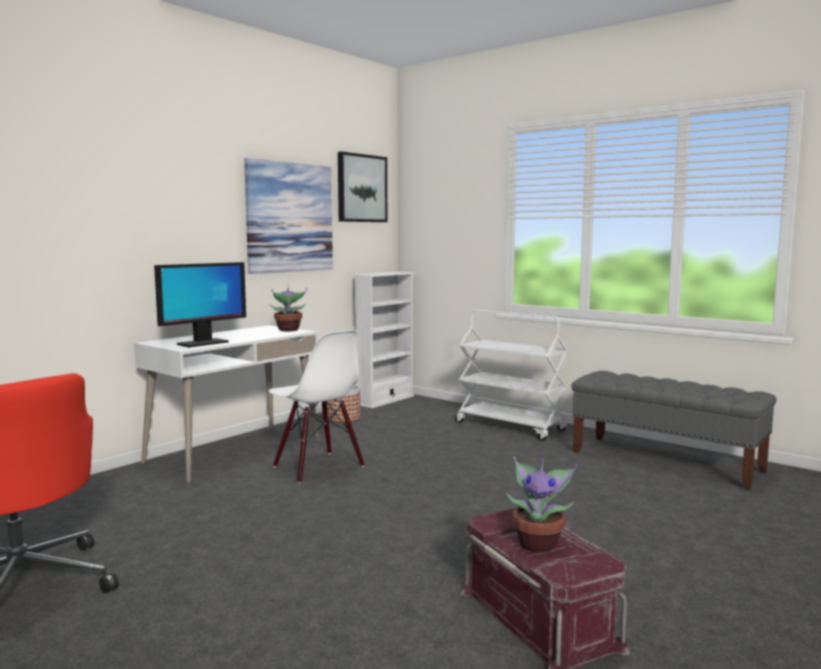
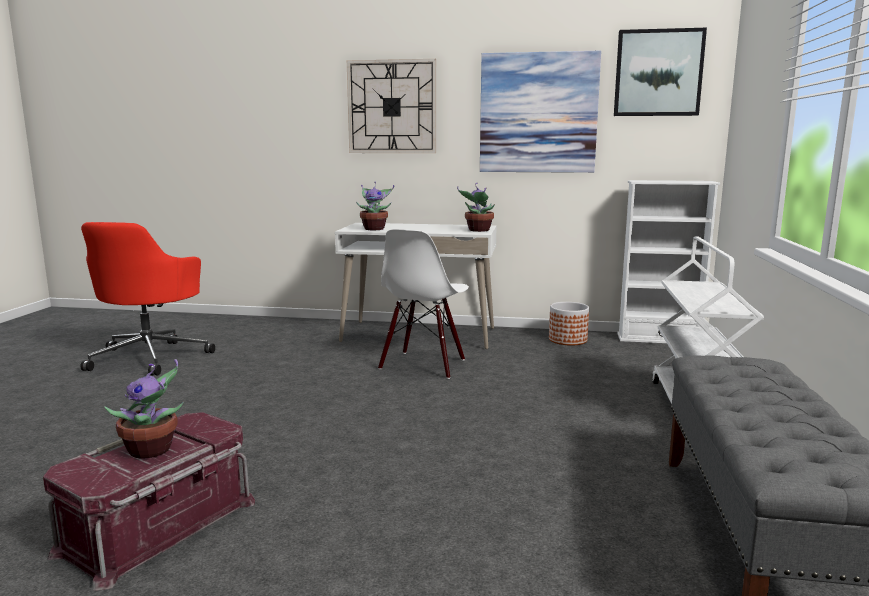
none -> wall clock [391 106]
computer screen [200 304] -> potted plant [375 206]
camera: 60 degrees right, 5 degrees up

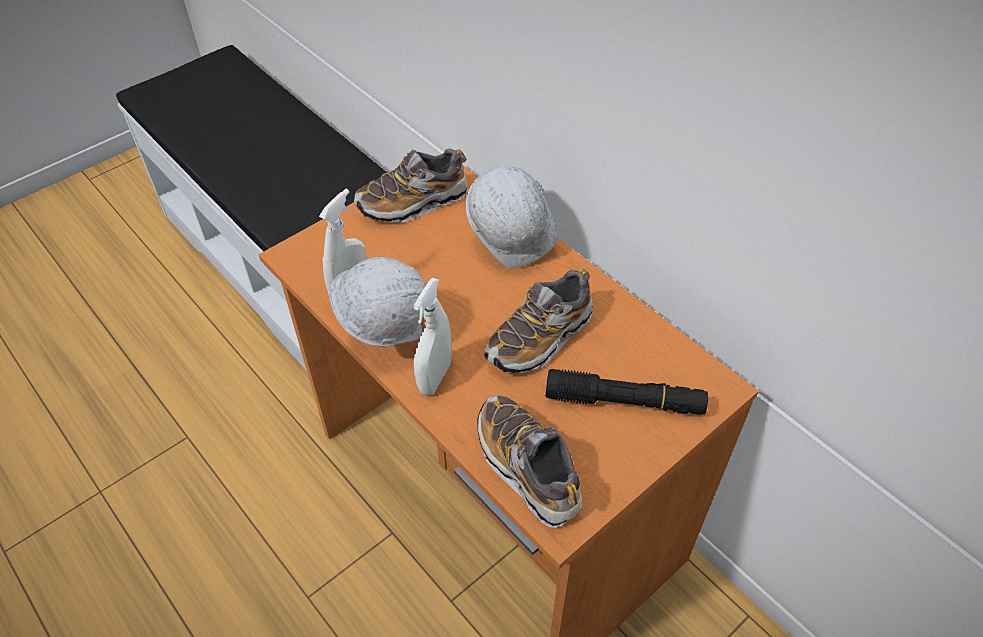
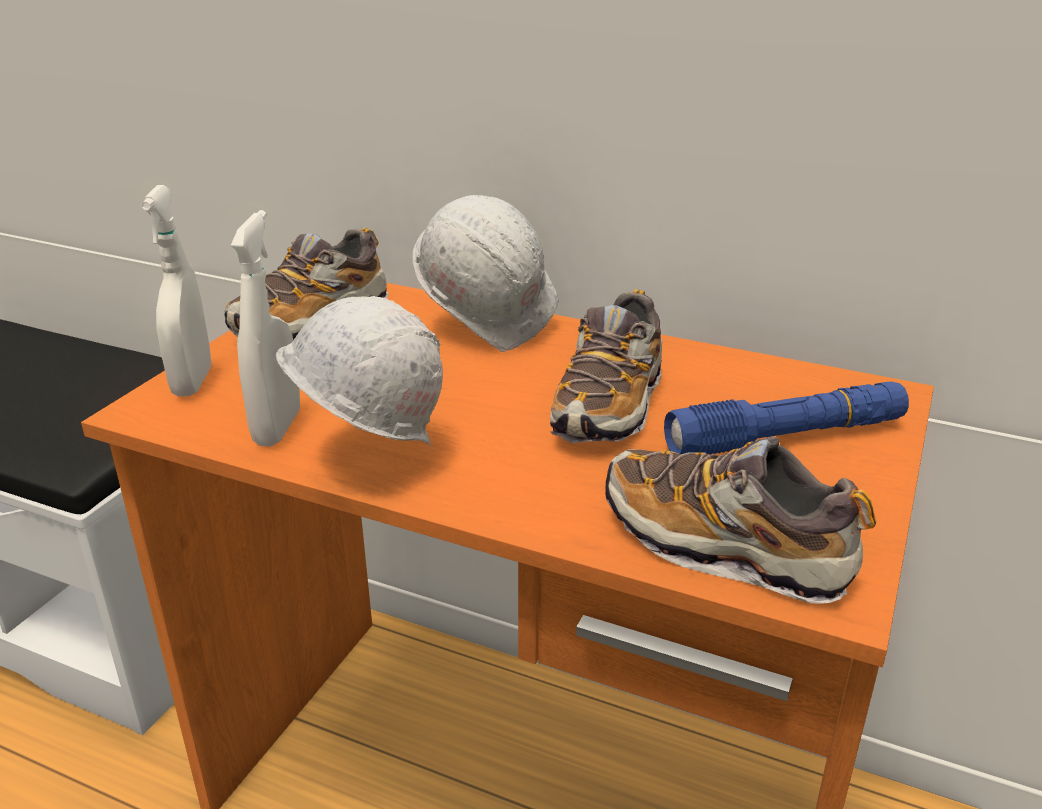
whitish hand sprayer [432 336] -> whitish hand sprayer [176 291], shifted
black-coloured flashlight [626 392] -> blue-coloured flashlight [786 418]
camera: 25 degrees left, 20 degrees down

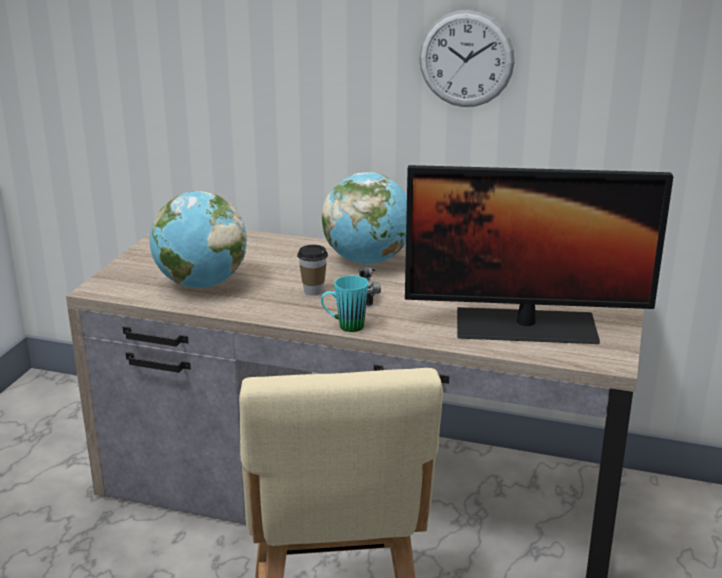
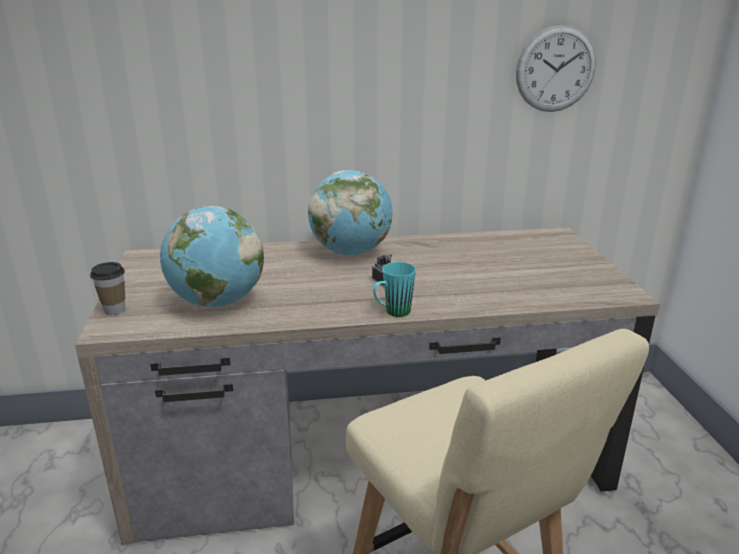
computer screen [539 254] -> none
small cup [312 270] -> small cup [107 288], shifted
wall clock [467 58] -> wall clock [556 68], shifted
camera: 25 degrees left, 0 degrees up

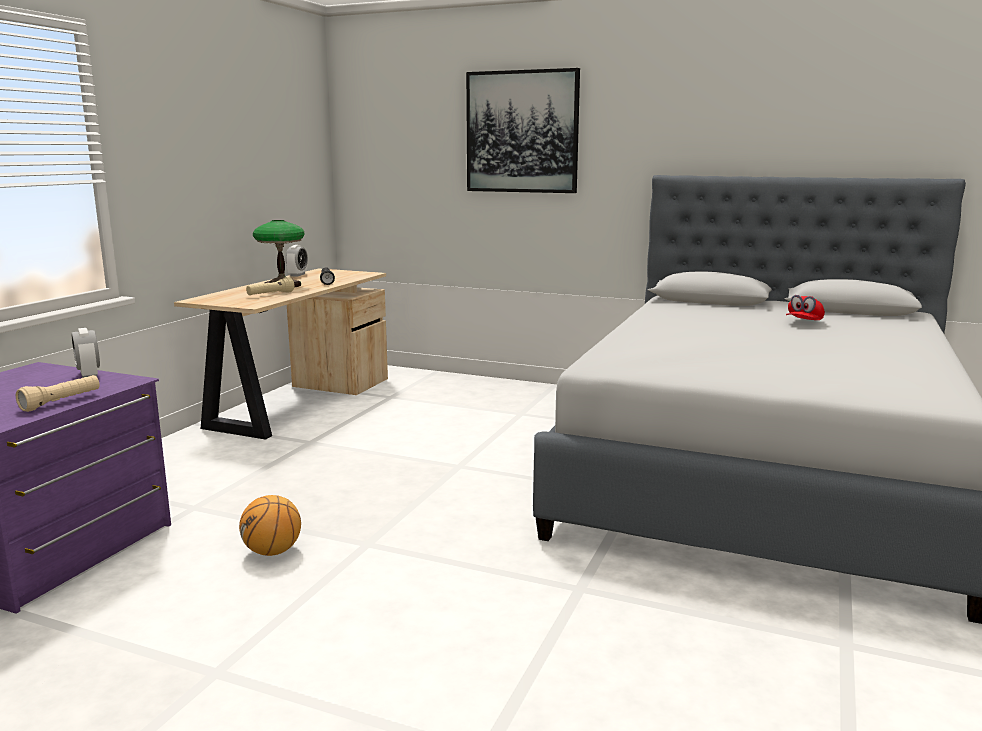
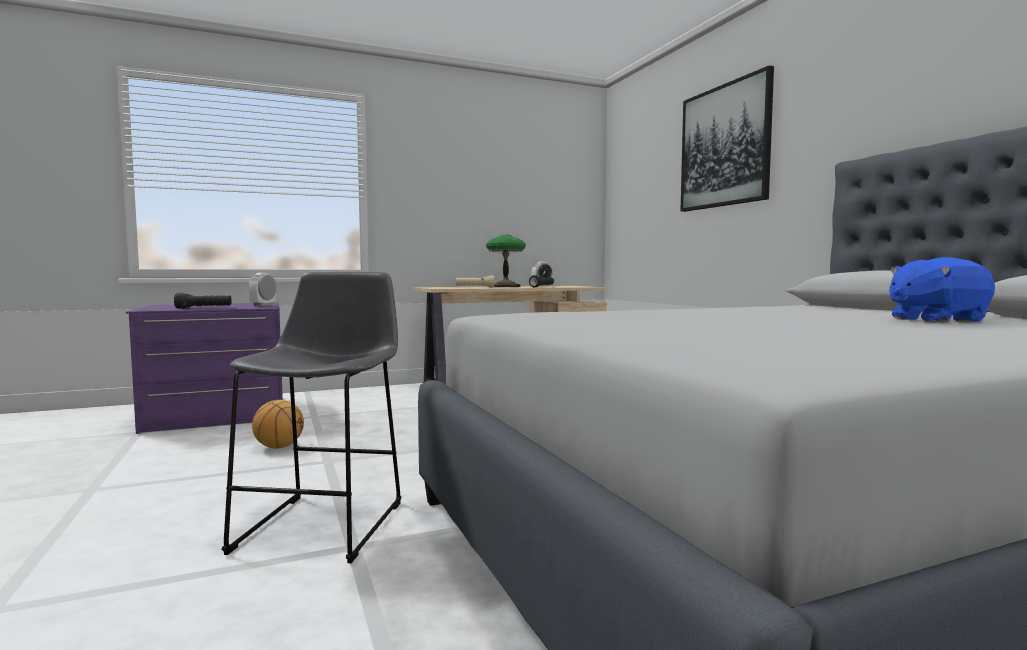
none -> greyish stool seat [311 417]
reddish cap [805 307] -> blue-coloured cuddly toy [942 290]
sand-coloured flashlight [58 393] -> black-coloured flashlight [203 301]
camera: 45 degrees right, 10 degrees down

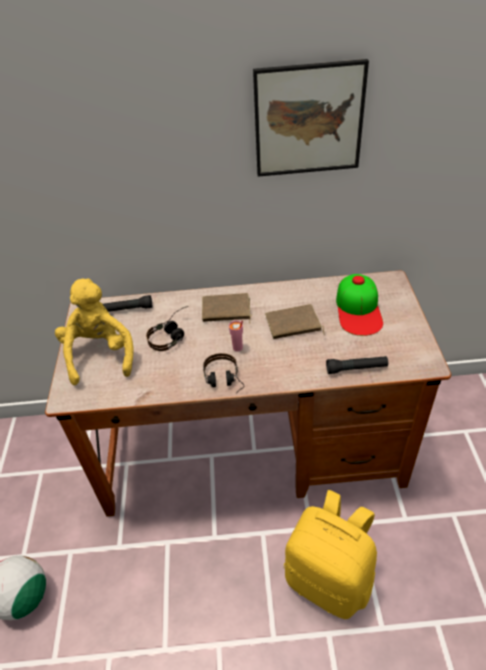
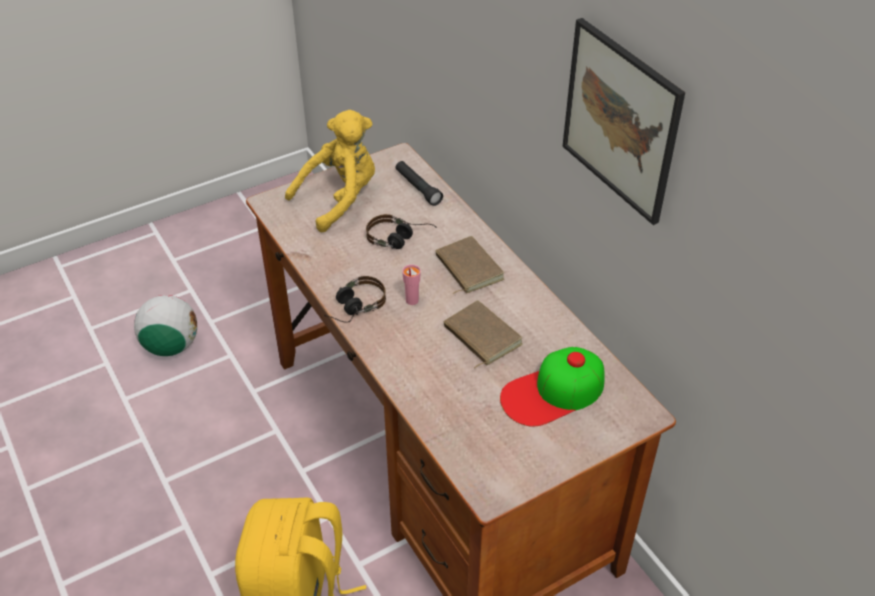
black-coloured flashlight [357 365] -> none
camera: 60 degrees right, 0 degrees up

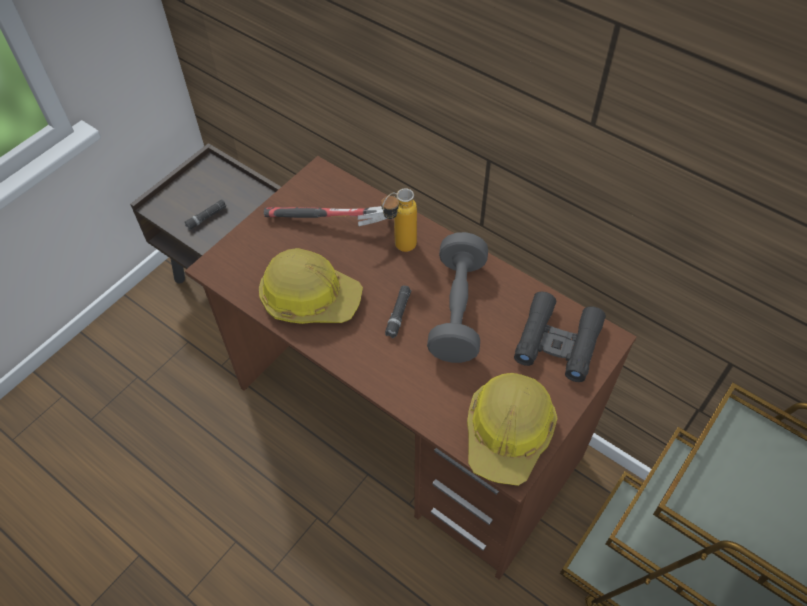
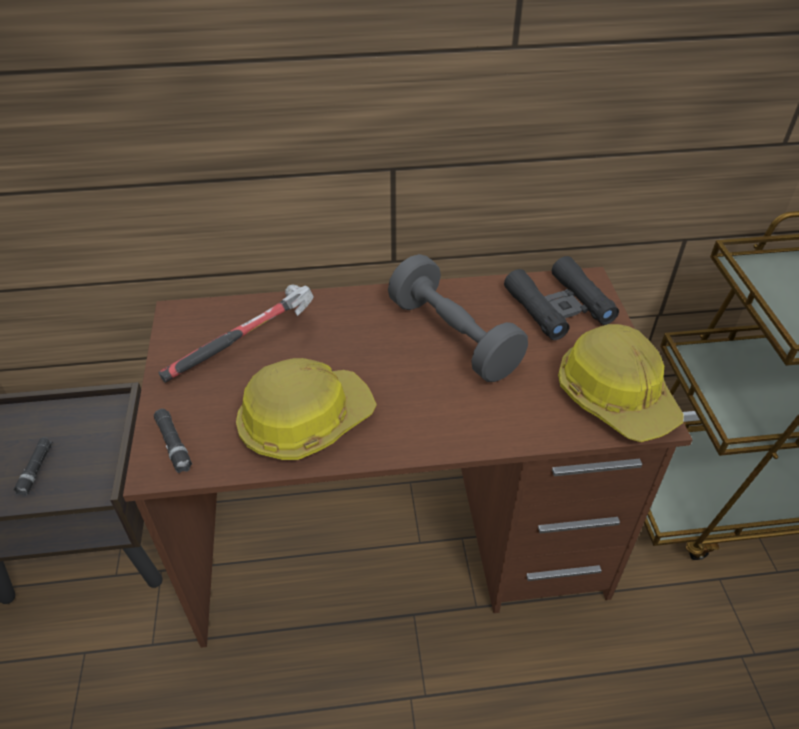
beverage bottle [399 220] -> none
black-coloured flashlight [398 312] -> black-coloured flashlight [173 441], shifted
camera: 45 degrees left, 10 degrees down

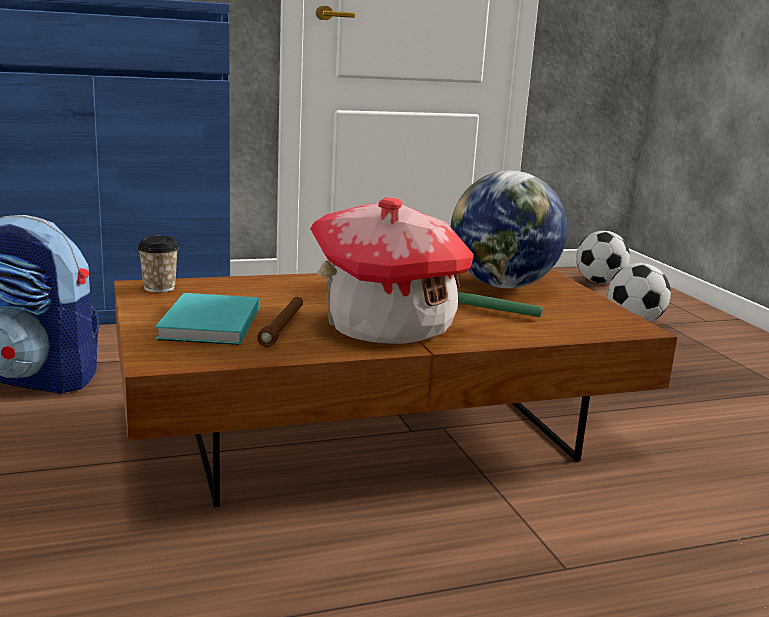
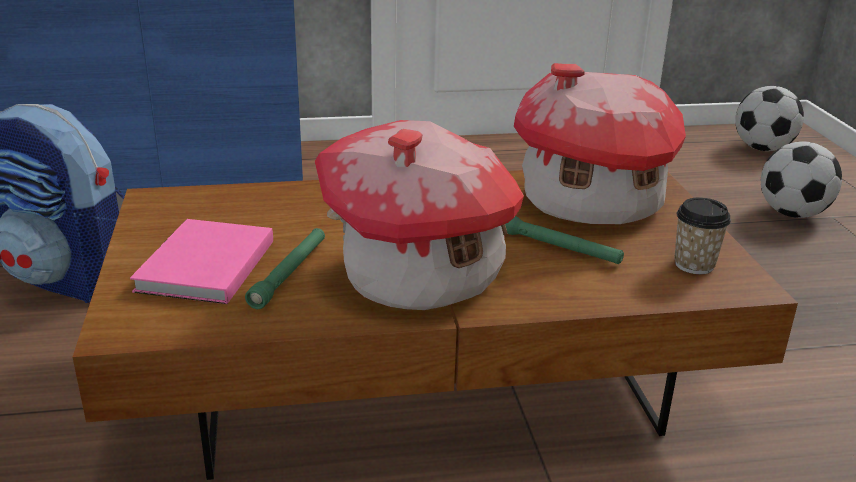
small cup [158 264] -> small cup [702 235], shifted
globe [509 229] -> miniature house [600 143]
blue-green bound book [207 319] -> pink bound book [201 261]
brown-coloured flashlight [280 322] -> green flashlight [285 268]
camera: 10 degrees right, 10 degrees up

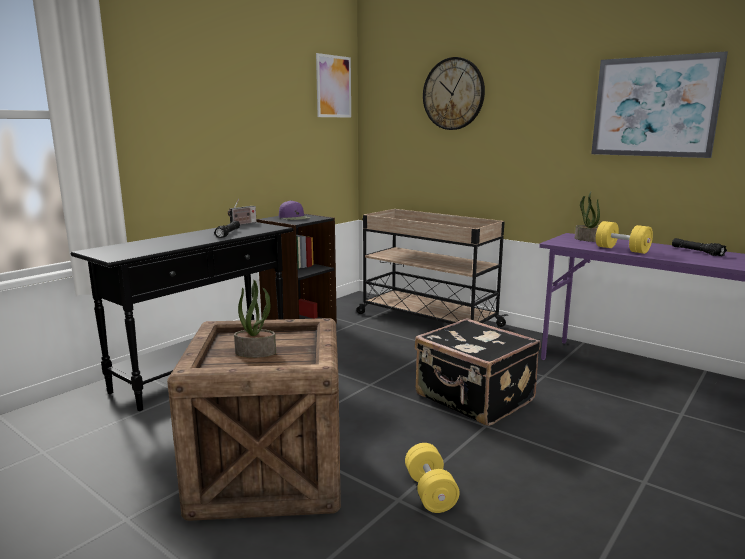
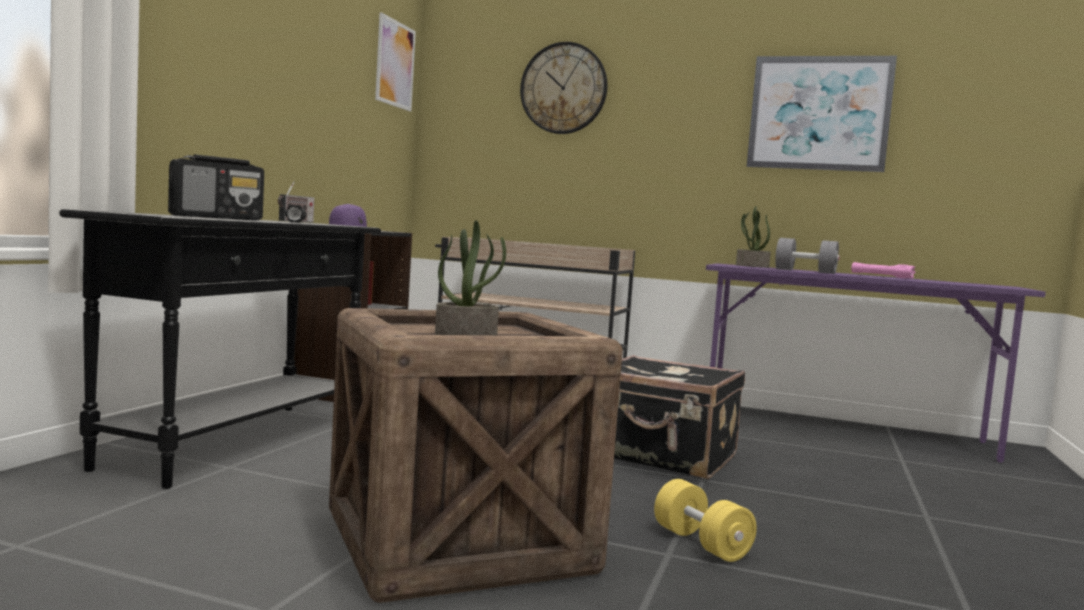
none -> radio receiver [216 187]
yellow hand weight [624 237] -> greyish hand weight [807 256]
black-coloured flashlight [699 247] -> pink flashlight [883 270]
camera: 20 degrees left, 10 degrees down

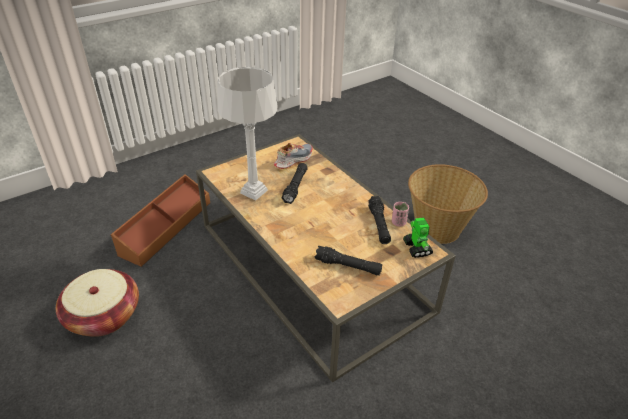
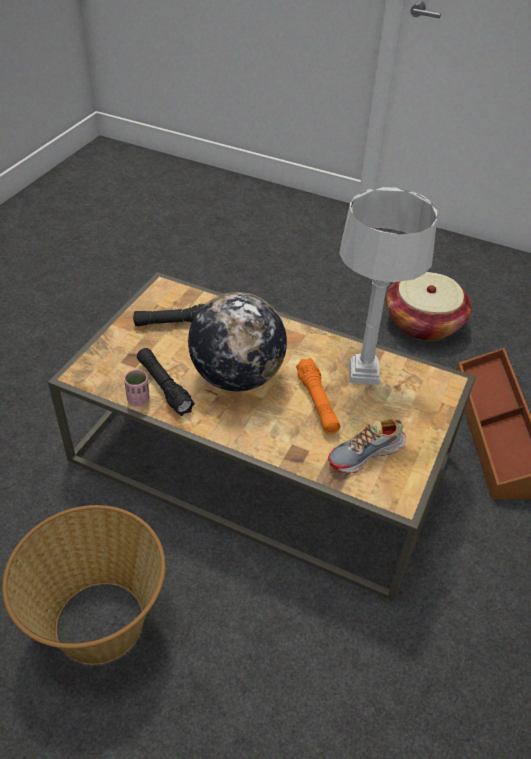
model robot [418 237] -> none
none -> globe [237 341]
black-coloured flashlight [295 183] -> orange flashlight [318 396]
item of footwear [293 156] -> item of footwear [367 446], 45 degrees clockwise
camera: 150 degrees right, 5 degrees up

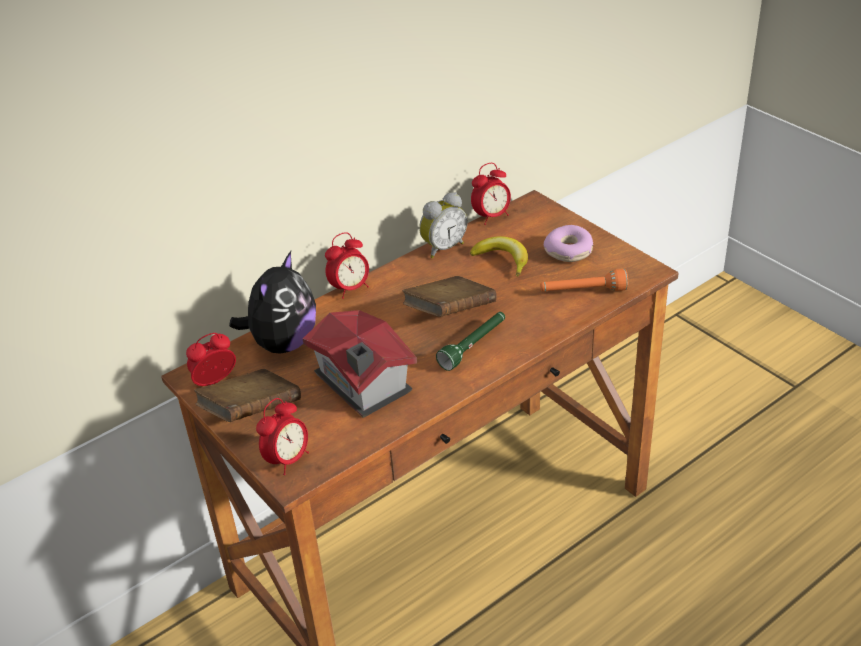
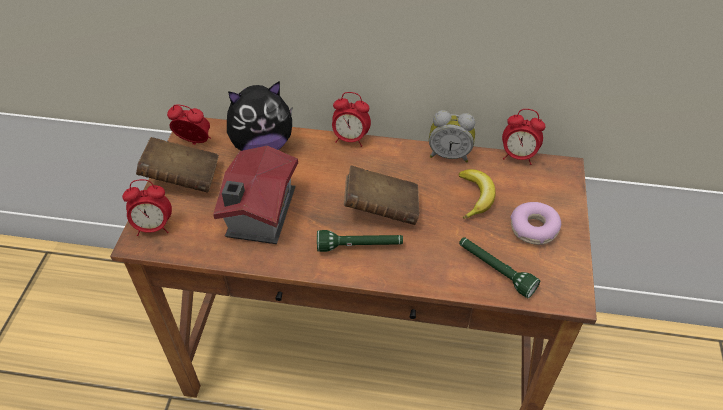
orange flashlight [584 280] -> green flashlight [499 267]
camera: 45 degrees right, 10 degrees up

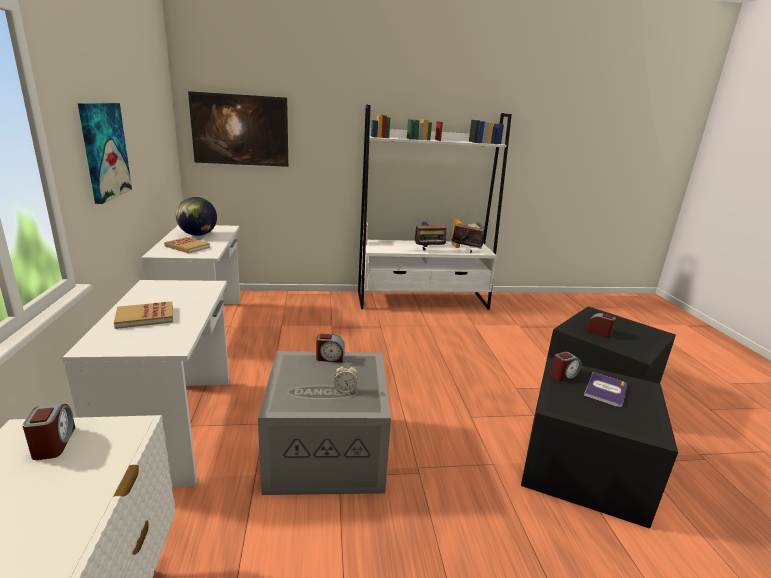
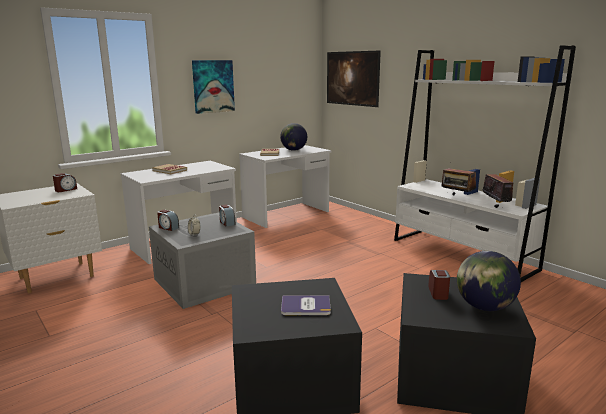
none -> globe [489 281]
table clock [566 367] -> table clock [168 220], shifted
camera: 60 degrees right, 5 degrees down

